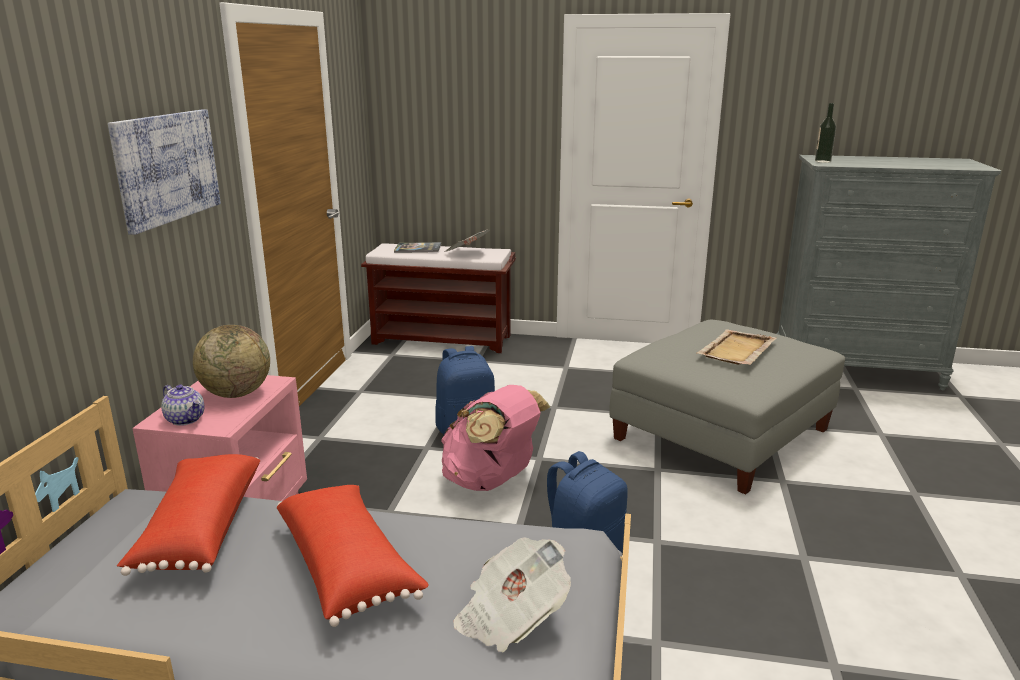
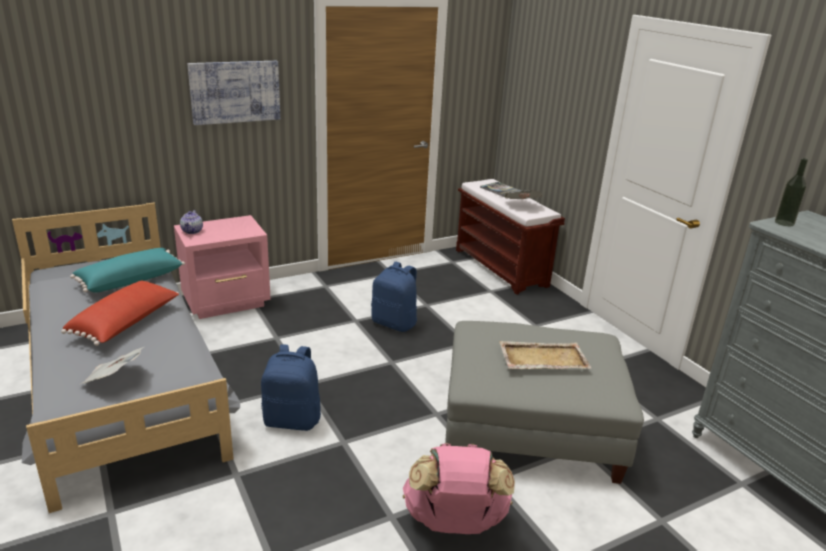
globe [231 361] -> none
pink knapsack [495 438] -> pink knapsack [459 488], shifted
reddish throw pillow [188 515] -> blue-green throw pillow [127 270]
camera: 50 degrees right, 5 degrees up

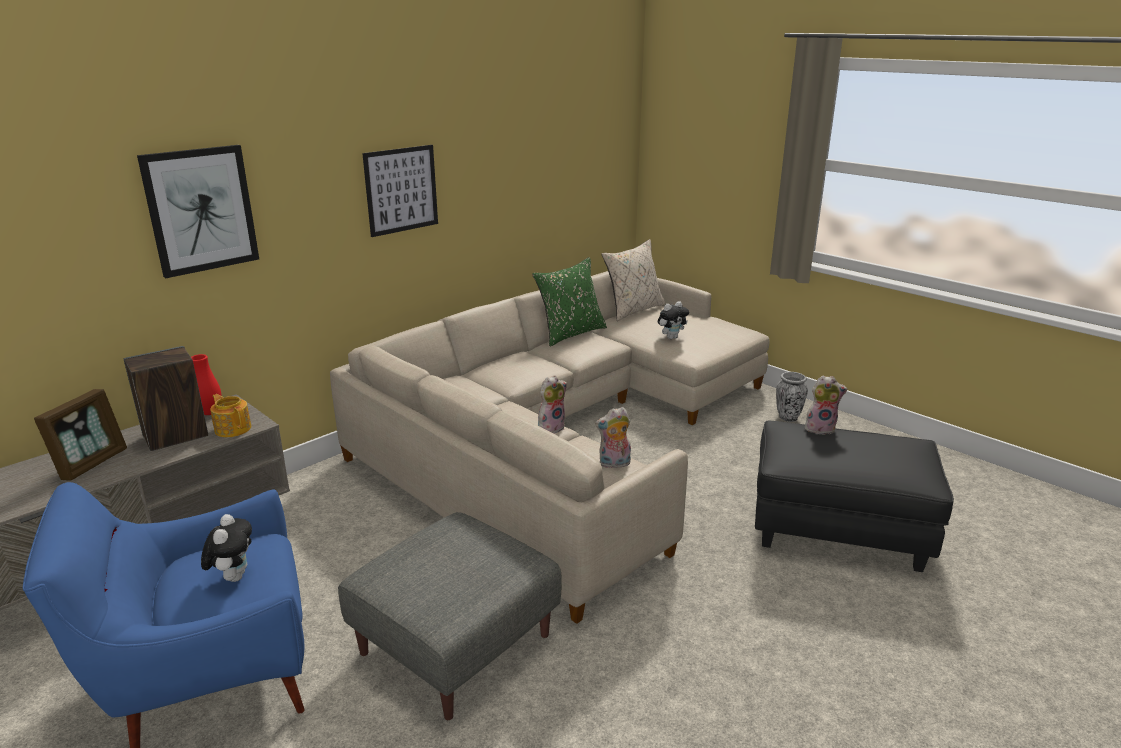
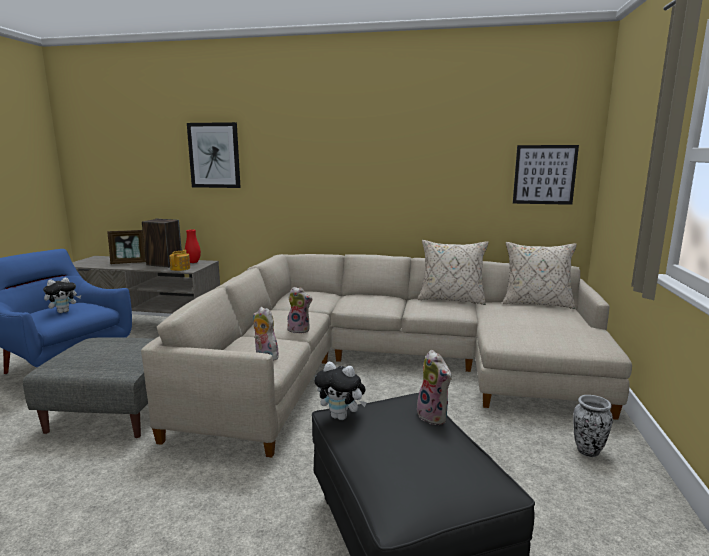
wall art [400 191] -> wall art [546 175], shifted
cuddly toy [673 320] -> cuddly toy [340 391], shifted
green throw pillow [569 302] -> sand-coloured throw pillow [453 272]
camera: 55 degrees right, 10 degrees down

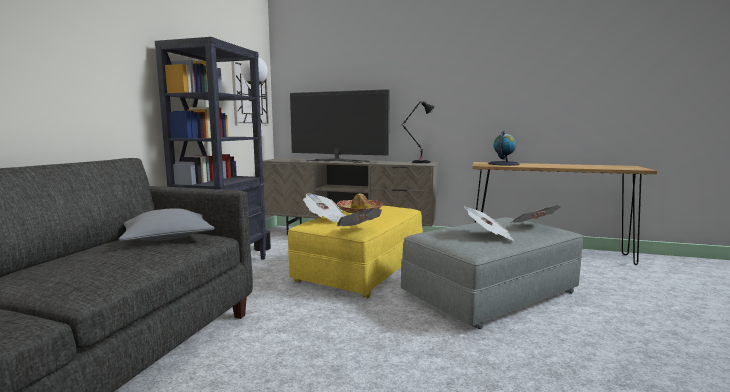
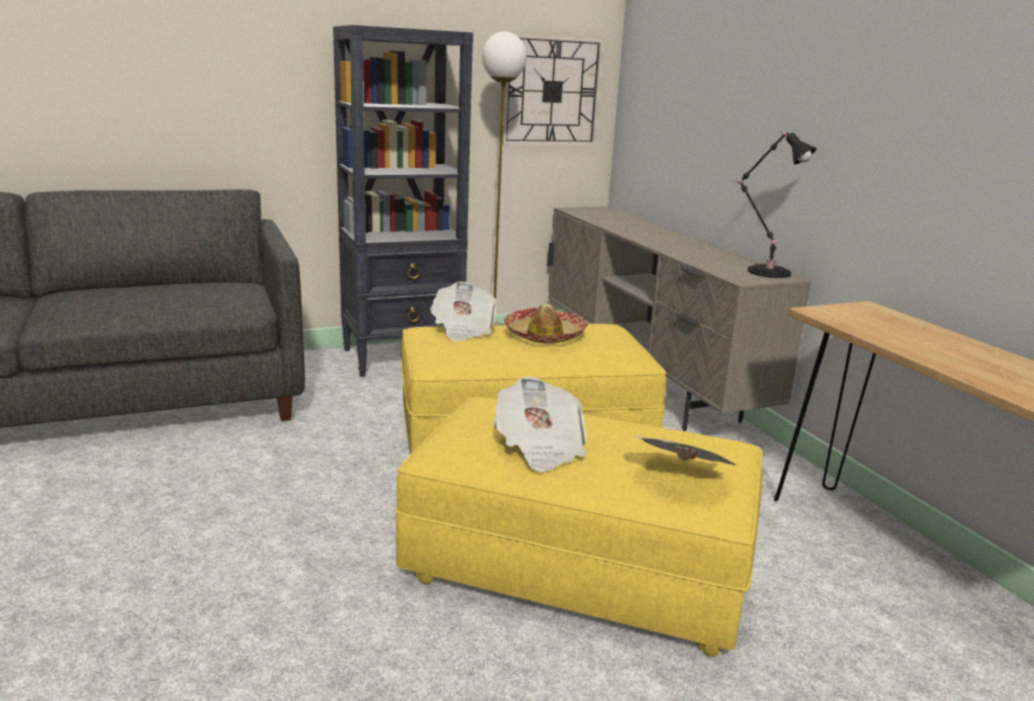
greyish throw pillow [166 224] -> none
TV set [340 126] -> none
daily paper [359 217] -> none
globe [504 148] -> none
greyish ottoman [492 273] -> yellow ottoman [579 527]
camera: 50 degrees right, 10 degrees up

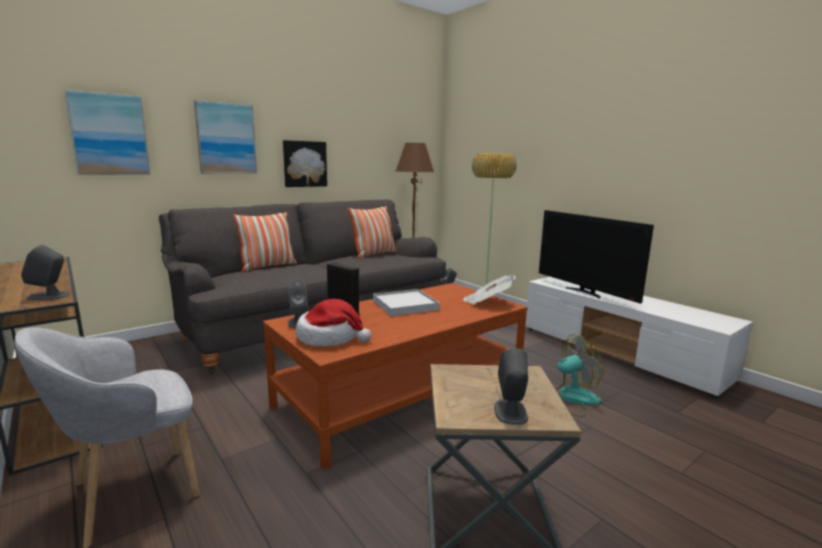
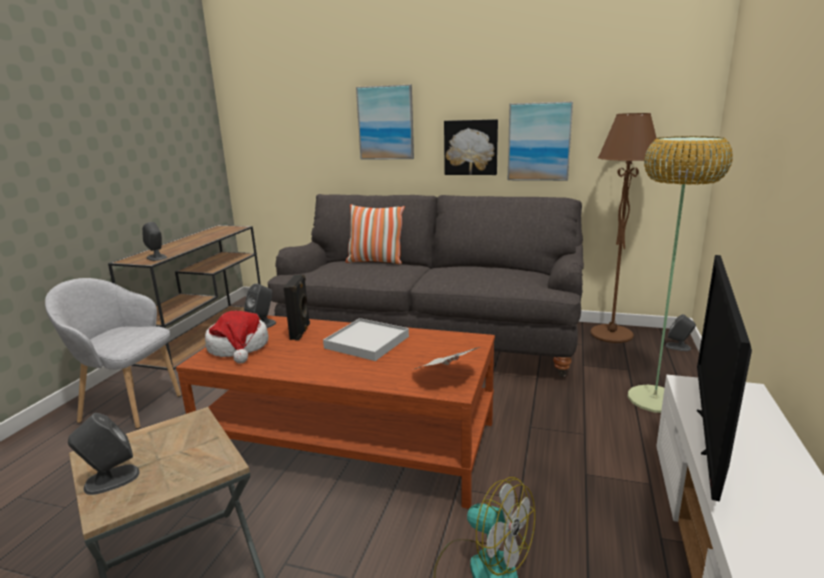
throw pillow [372 232] -> none
wall art [107 132] -> wall art [540 141], shifted
camera: 55 degrees right, 5 degrees up

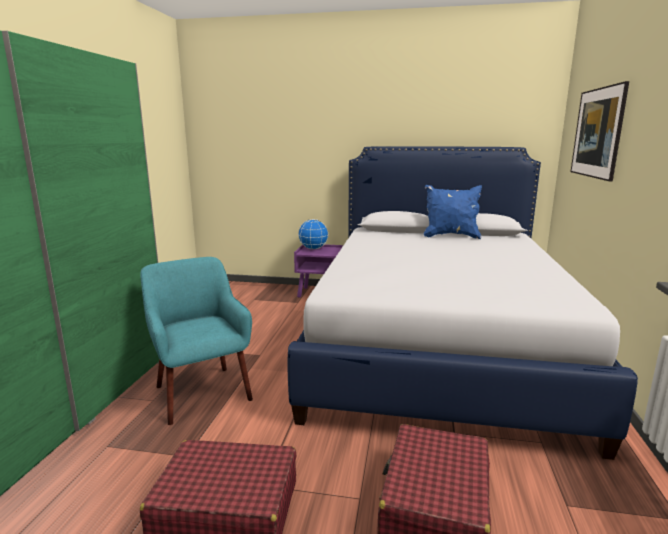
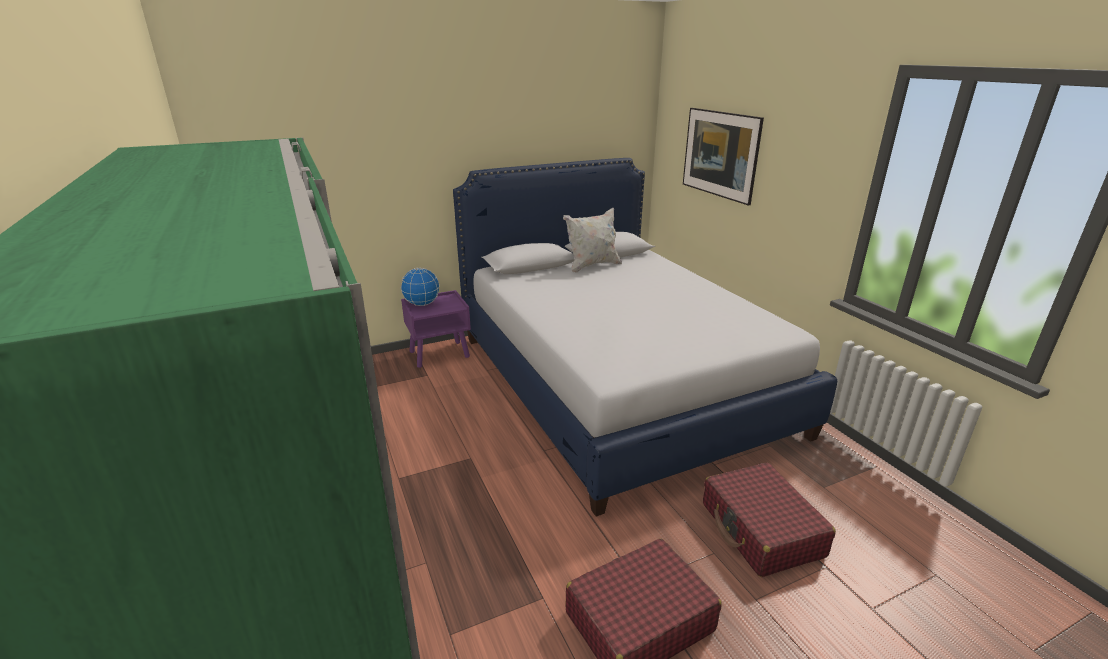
blue-green easy chair [196 341] -> none
blue-coloured throw pillow [453 212] -> whitish throw pillow [592 240]
camera: 35 degrees left, 10 degrees up

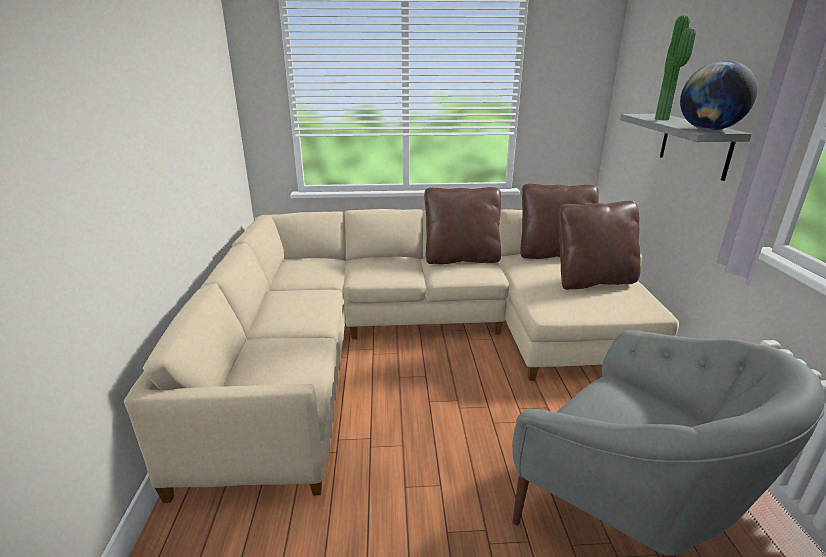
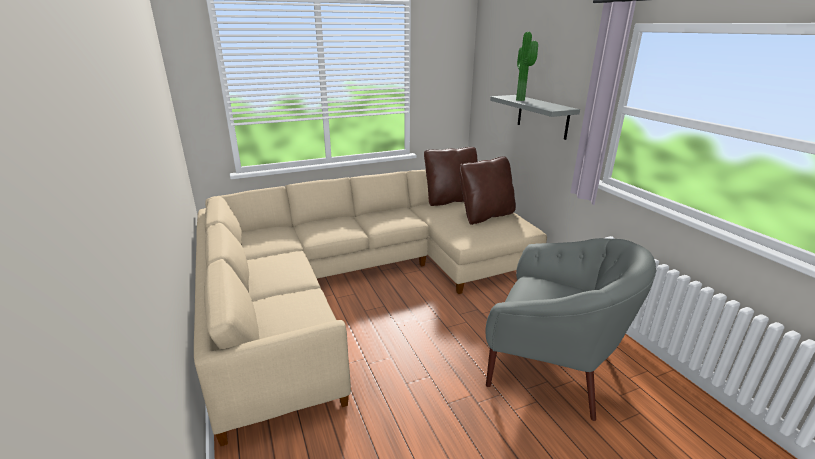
brown-coloured throw pillow [462 225] -> none
globe [719 95] -> none
camera: 20 degrees left, 0 degrees up

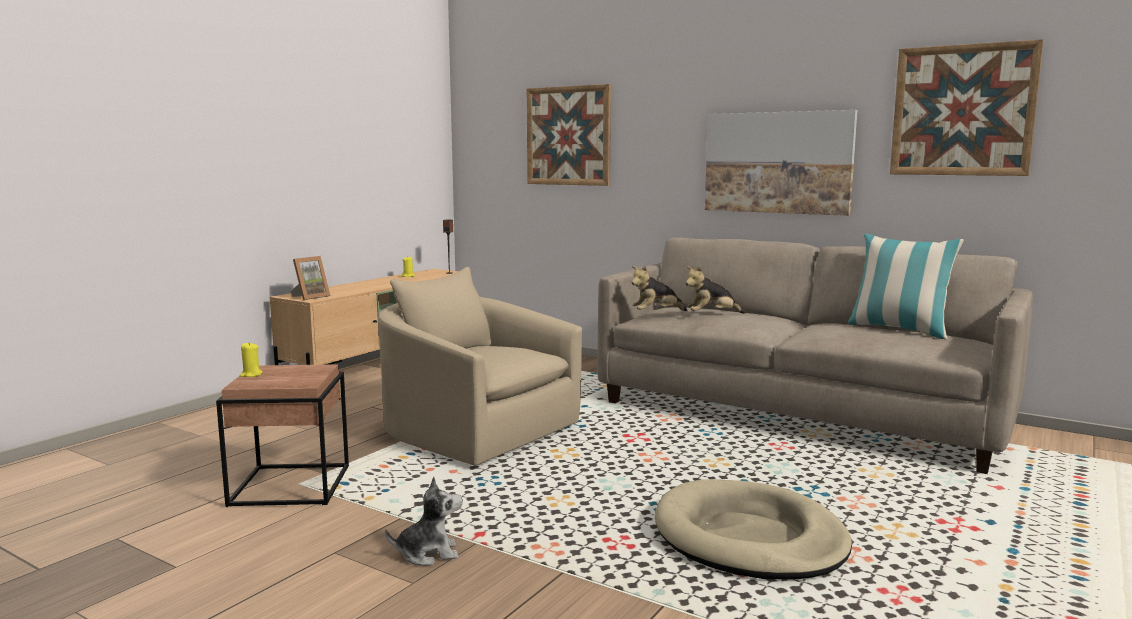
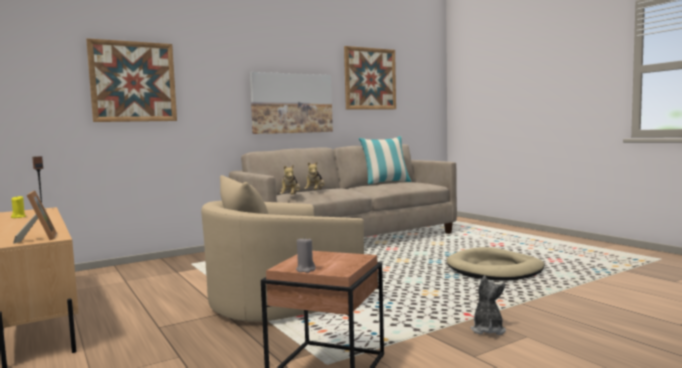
yellow wax light [251 360] -> greyish wax light [306 254]
camera: 65 degrees left, 5 degrees down

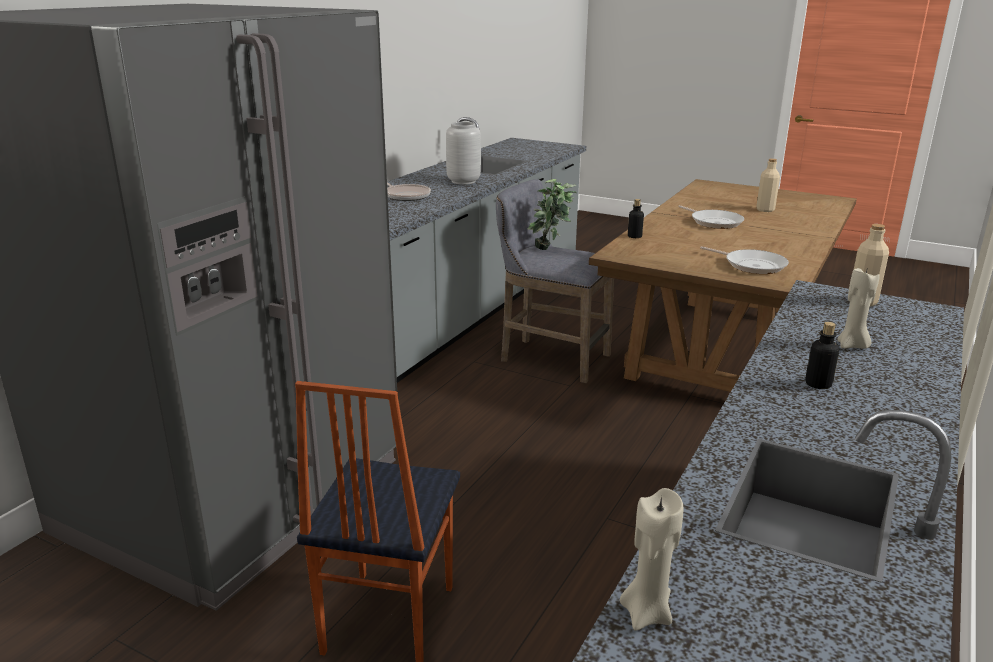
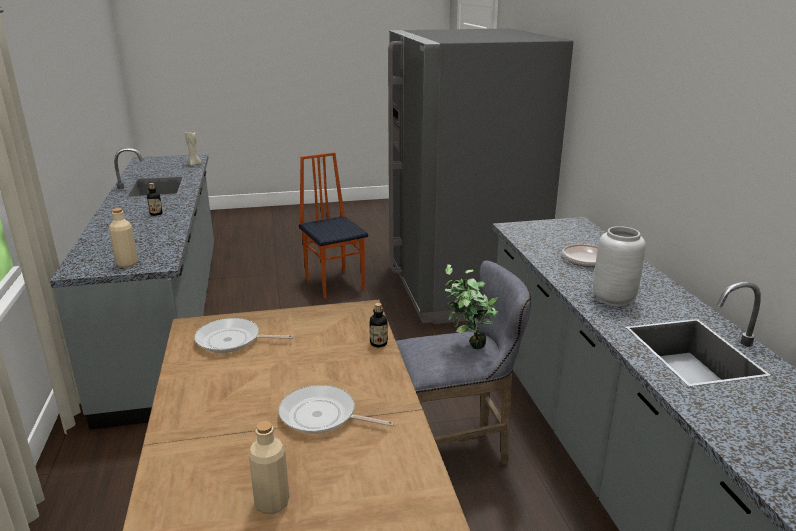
sand-coloured wax light [858 308] -> none
camera: 140 degrees right, 0 degrees up

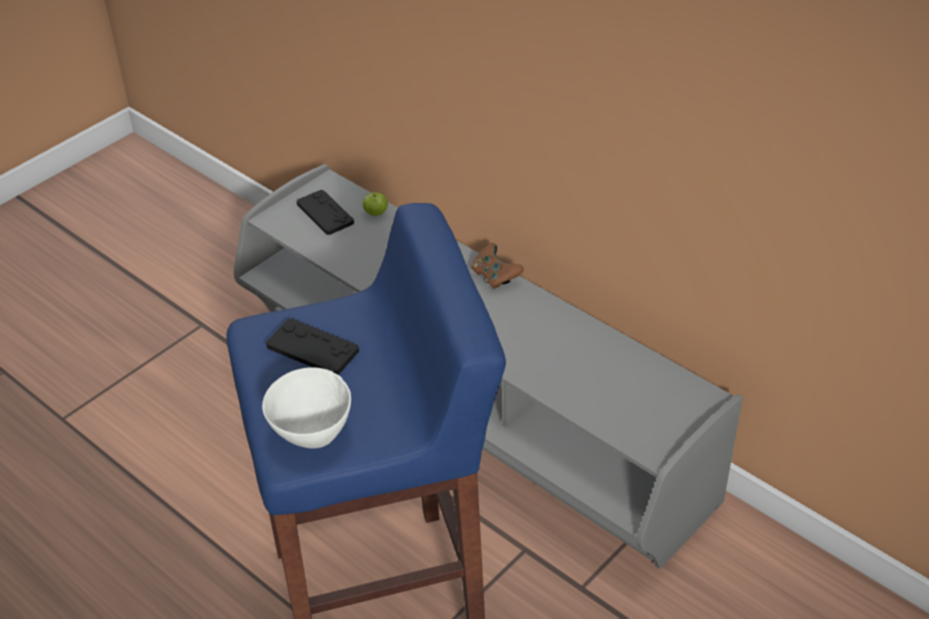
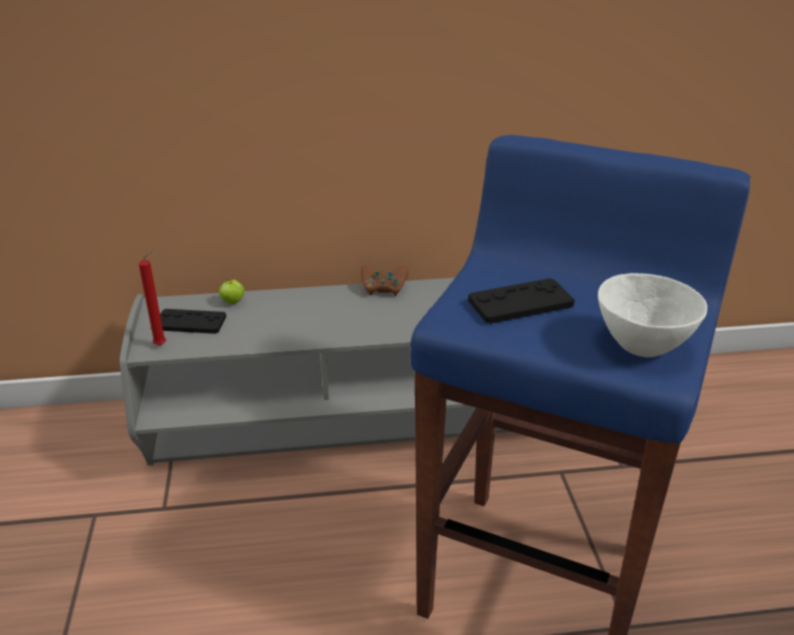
none -> reddish wax light [152 297]
camera: 50 degrees left, 10 degrees down

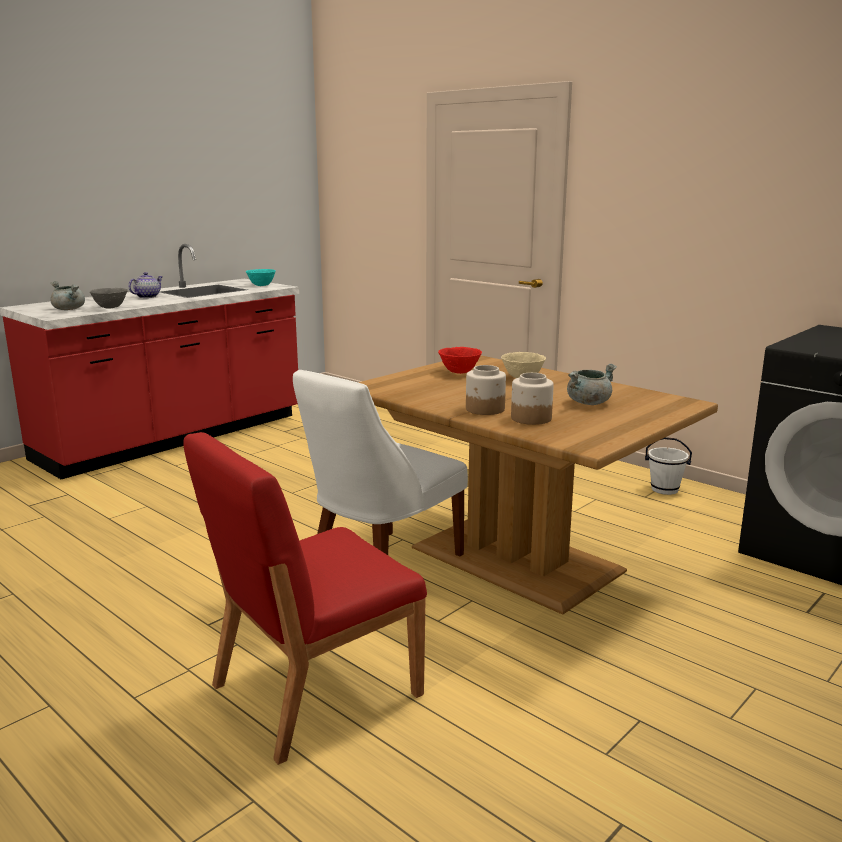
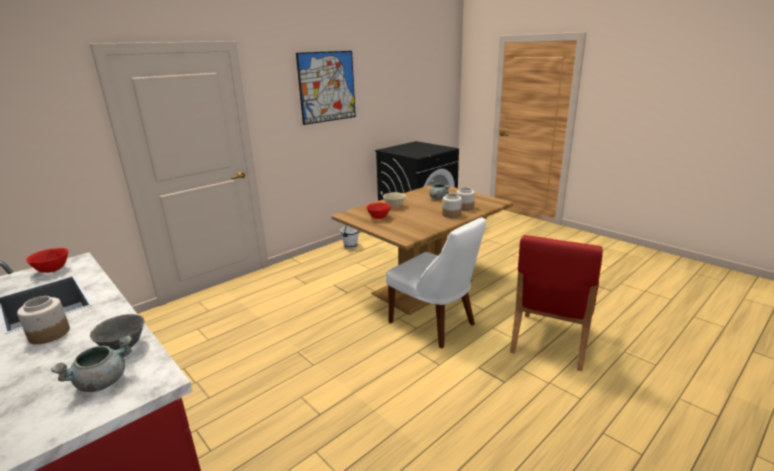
none -> wall art [326 88]
teapot [145 285] -> jar [43 320]
blue-green deep dish [261 277] -> reddish deep dish [47 260]
reddish chair [305 598] -> reddish chair [556 303], 60 degrees clockwise
camera: 85 degrees left, 5 degrees up

